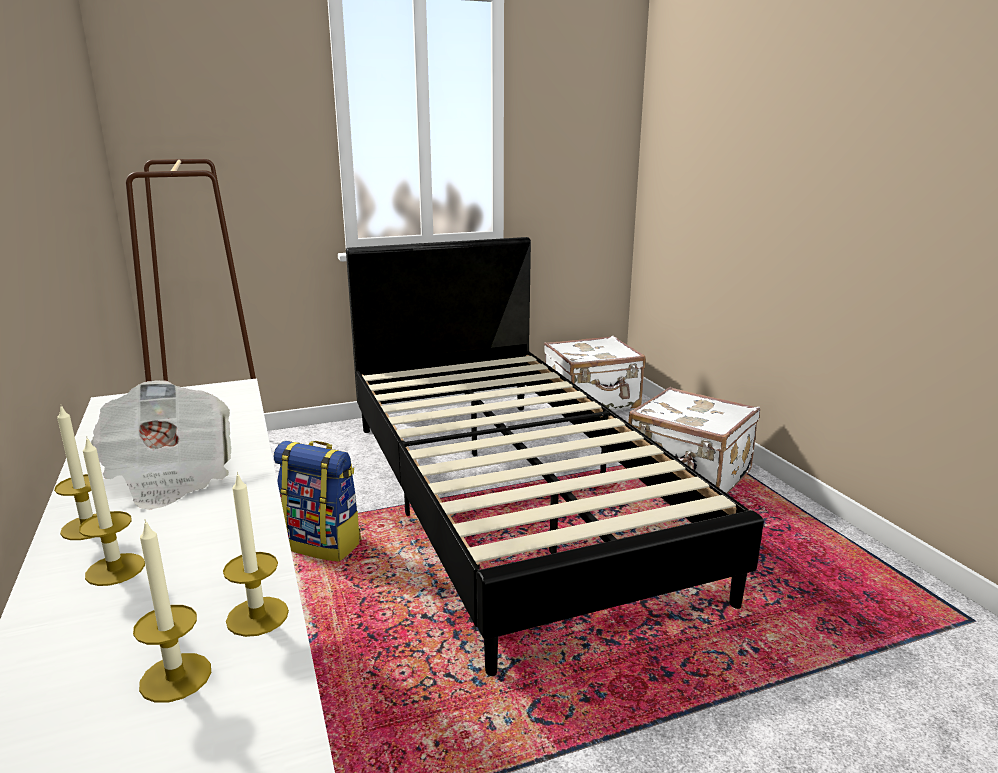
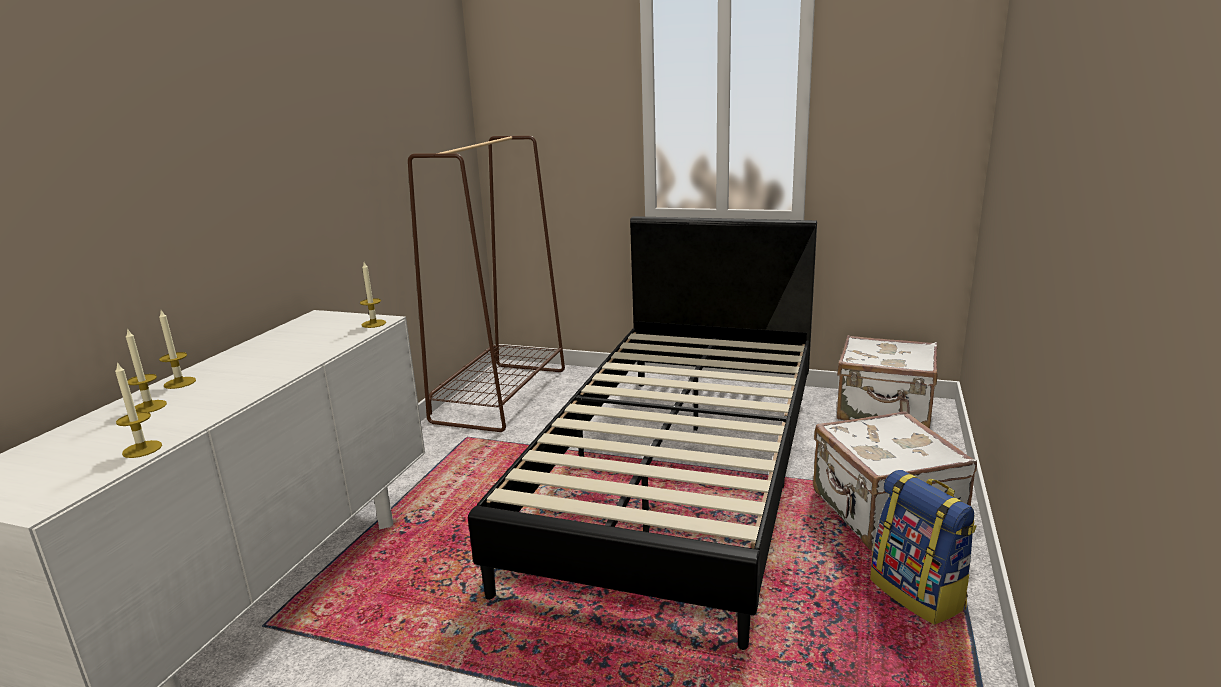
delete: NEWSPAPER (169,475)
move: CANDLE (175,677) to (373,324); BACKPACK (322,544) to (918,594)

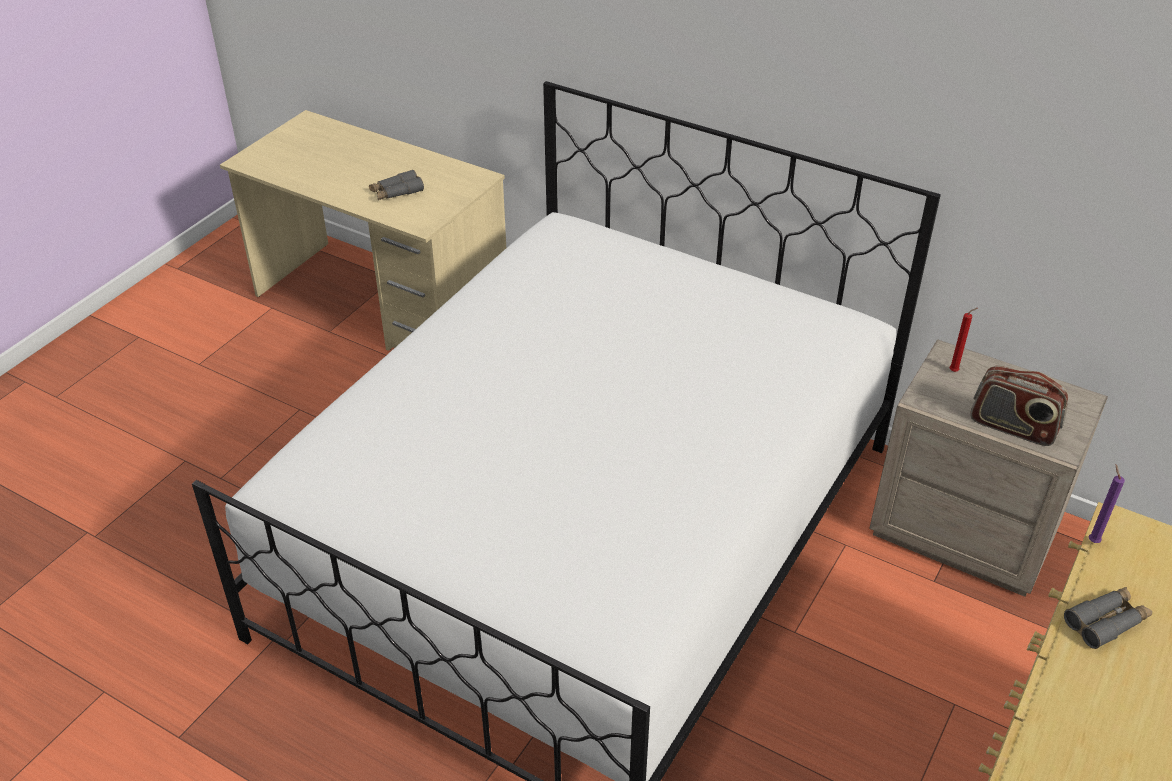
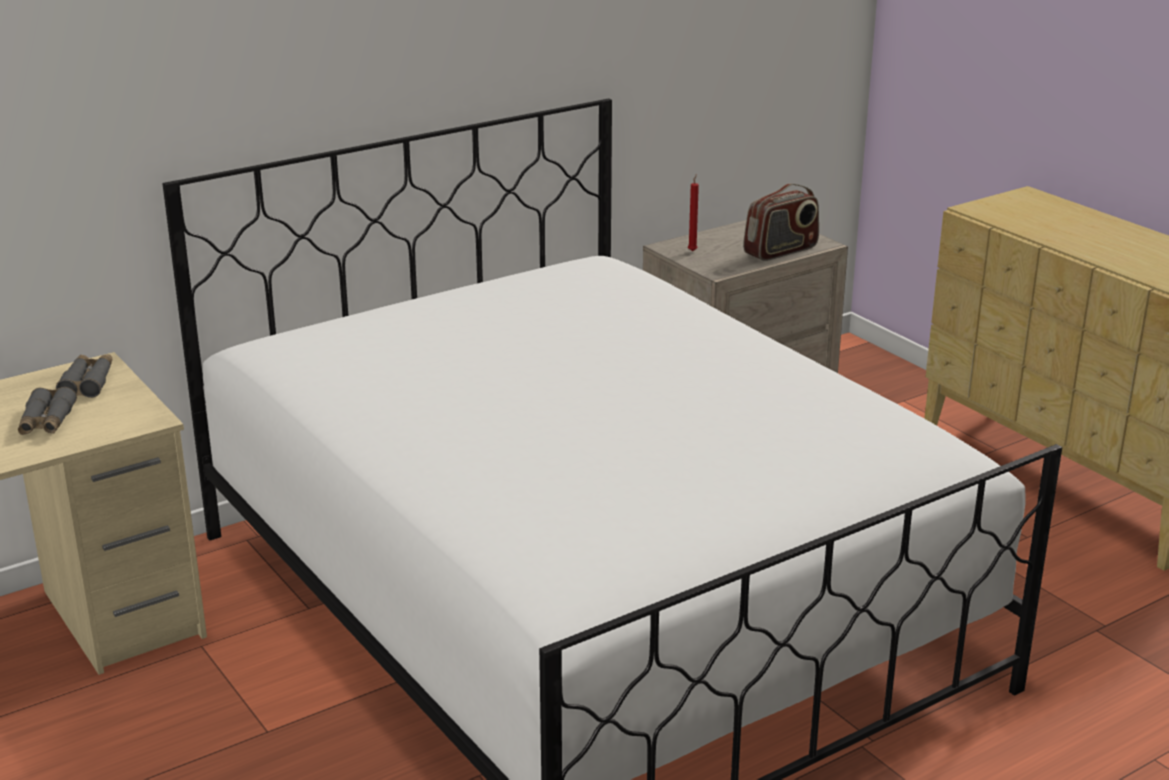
delete: PURPLE CANDLE (1092,540)
move: GREY BINOCULARS (1106,622) to (88,382)

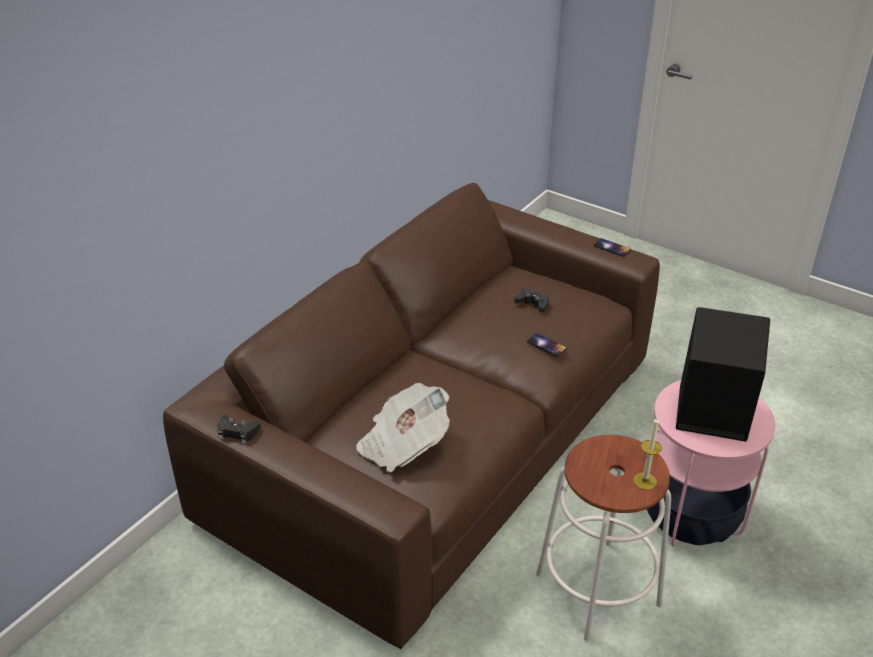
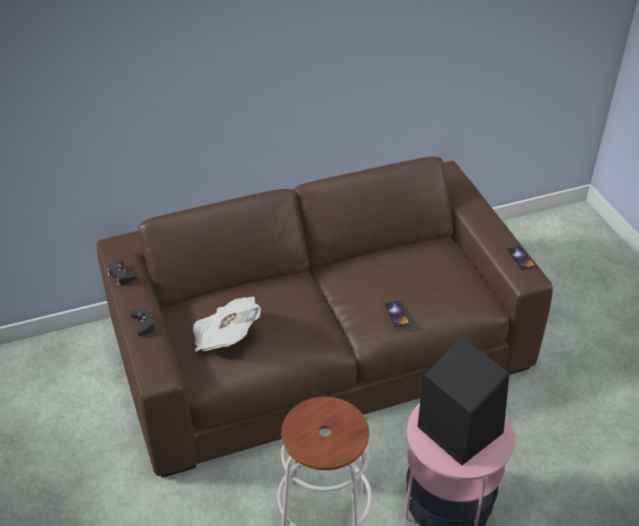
delete: CANDLE (645,481)
move: BLACK GAME CONTROLLER (533,304) to (144,324)

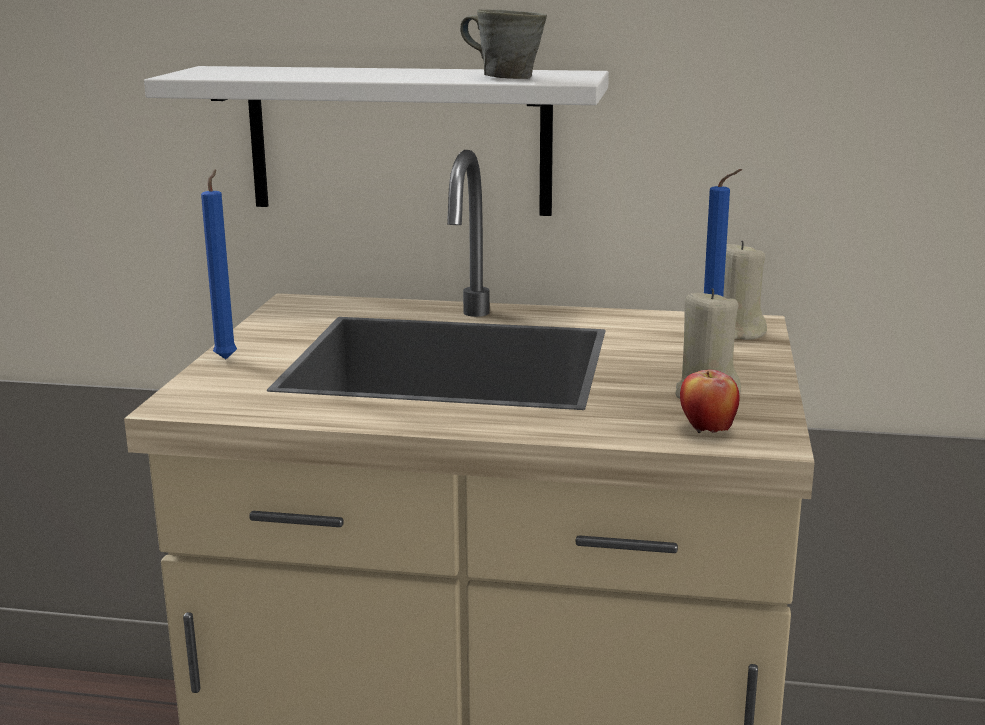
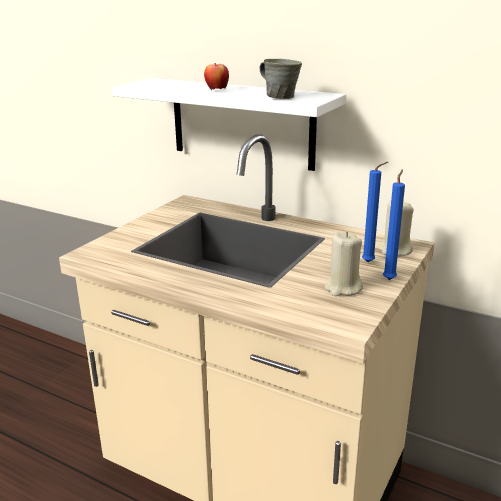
move: BLUE CANDLE (227,358) to (390,279); APPLE (707,430) to (217,90)

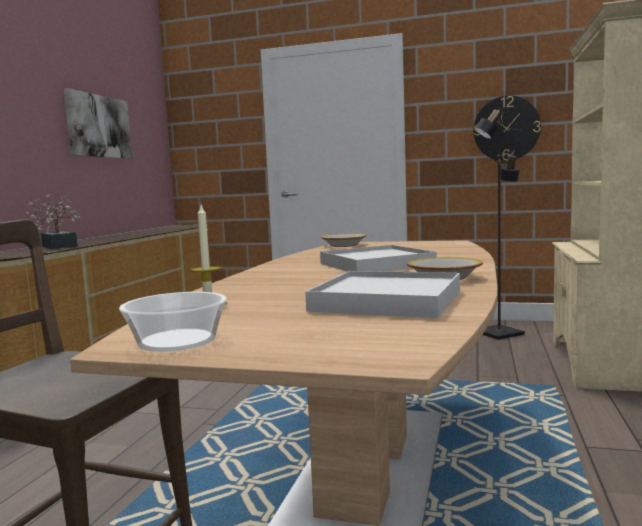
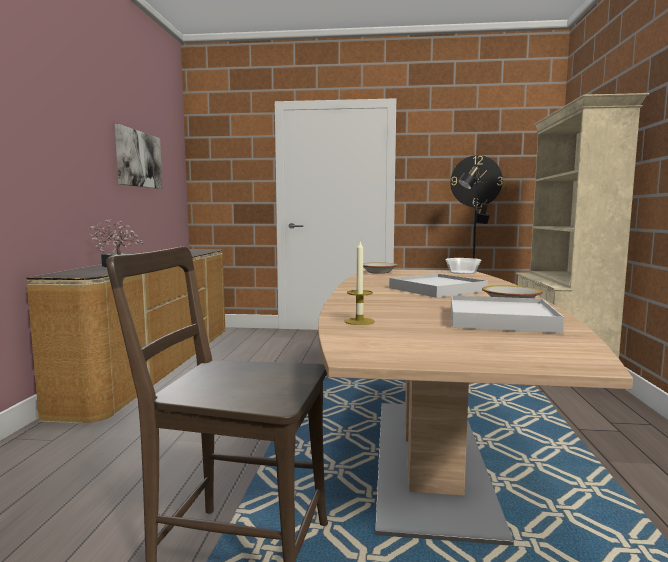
move: BOWL (178,341) to (463,272)

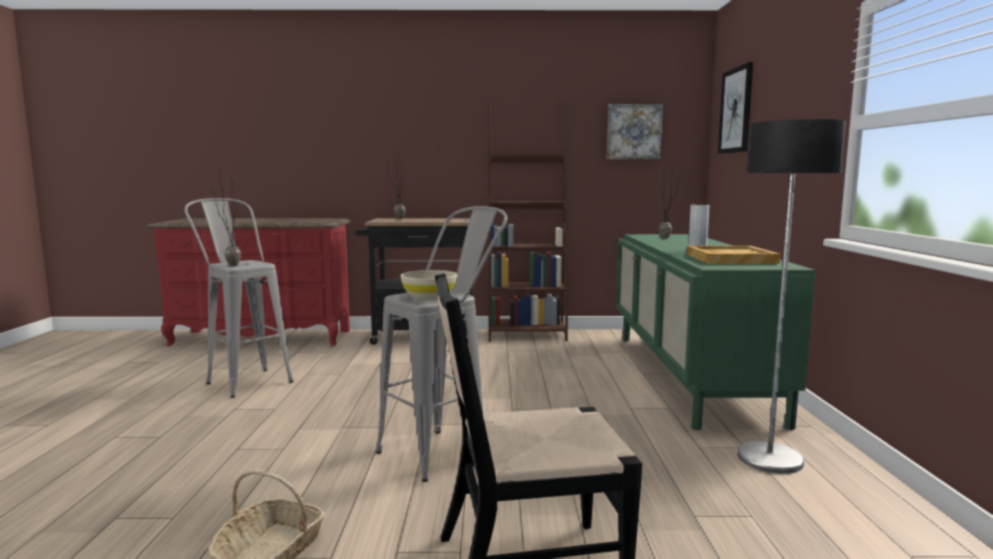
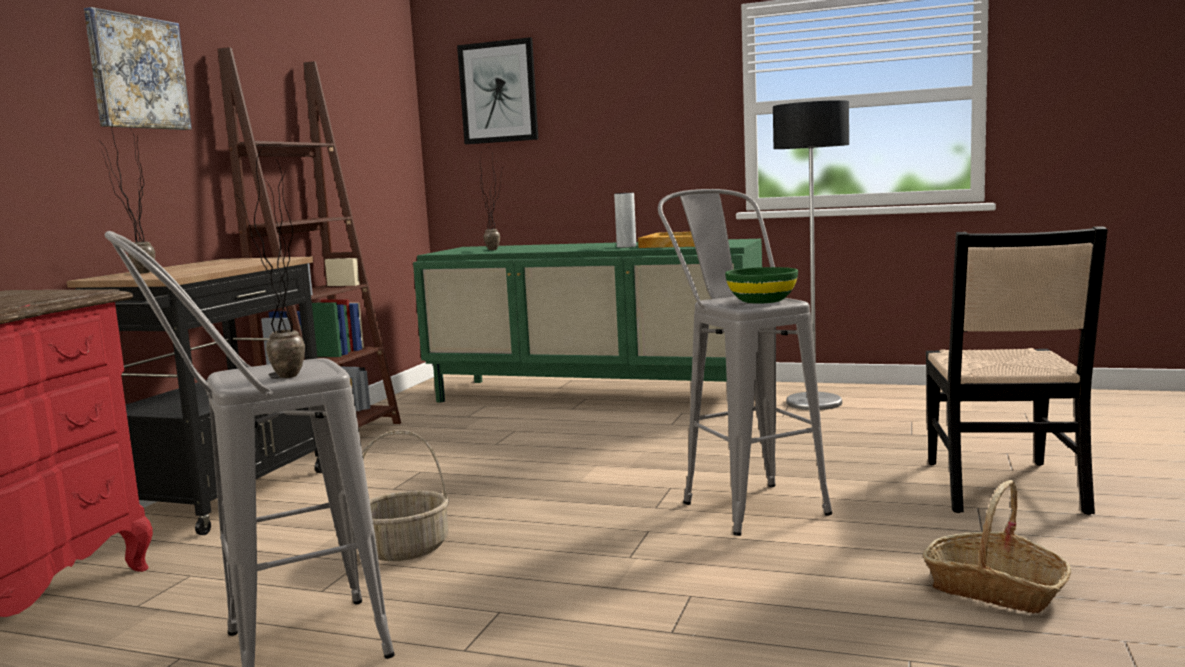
insert: BASKET (404,549)
move: PICTURE (634,132) to (137,73)
recolor: BEIGE BOWL (429,297) to GREEN BOWL (762,301)

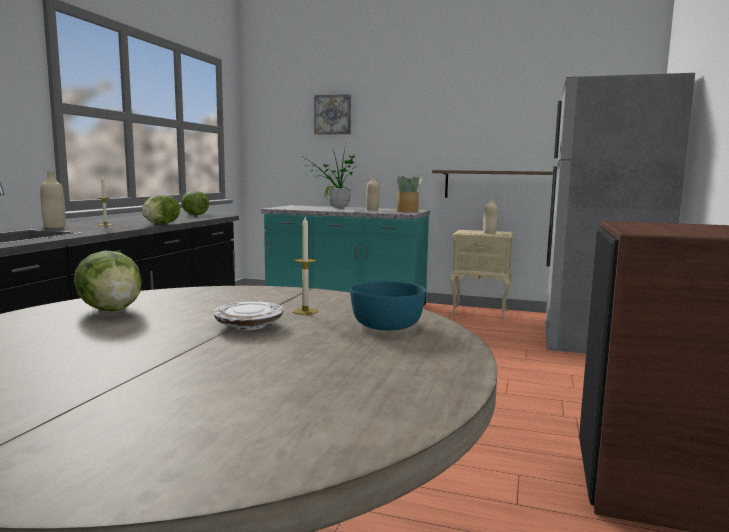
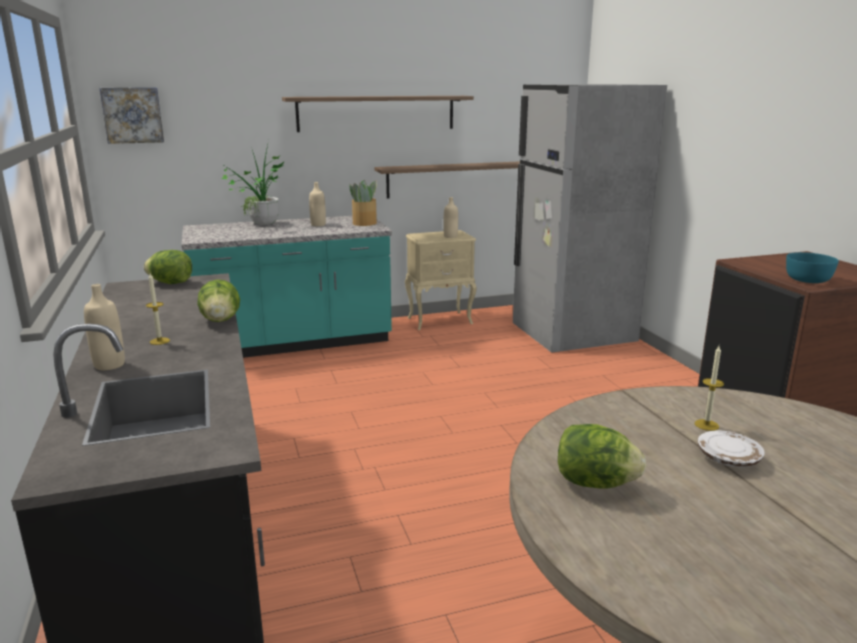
insert: SHELF (376,113)
move: PICTURE (333,114) to (132,115); TURQUOISE BOWL (385,325) to (808,280)

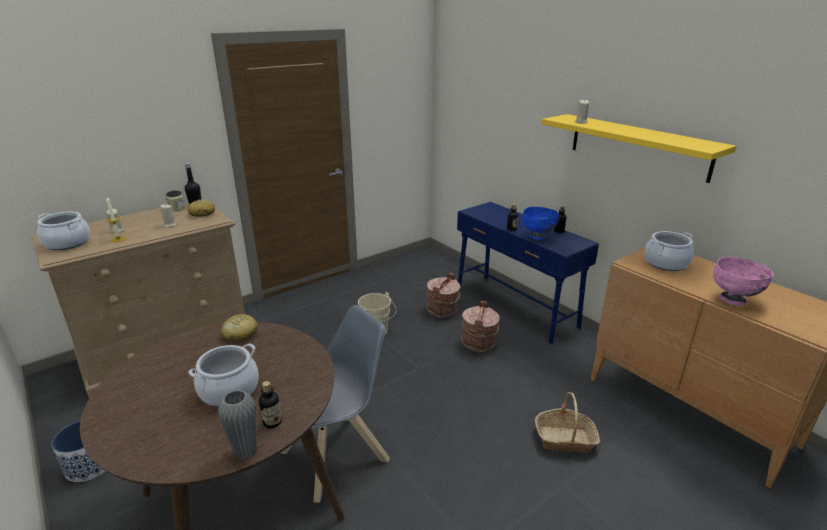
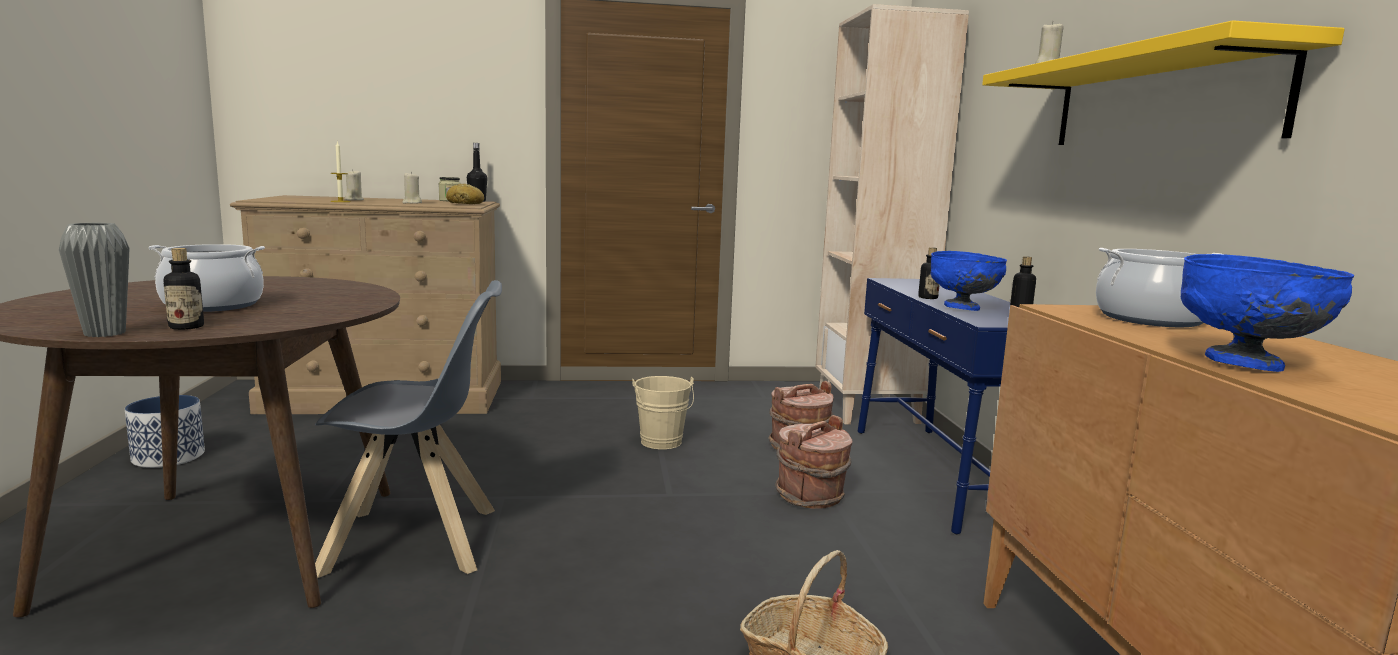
delete: COOKING POT (67,243); BREAD (240,334)
insert: BEIGE BOOKCASE (868,409)
recolor: PINK BOWL (733,300) to BLUE BOWL (1245,364)

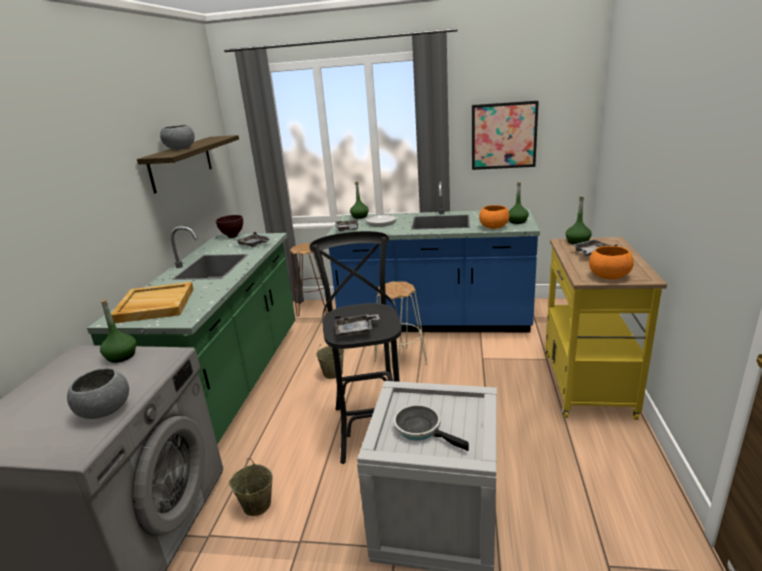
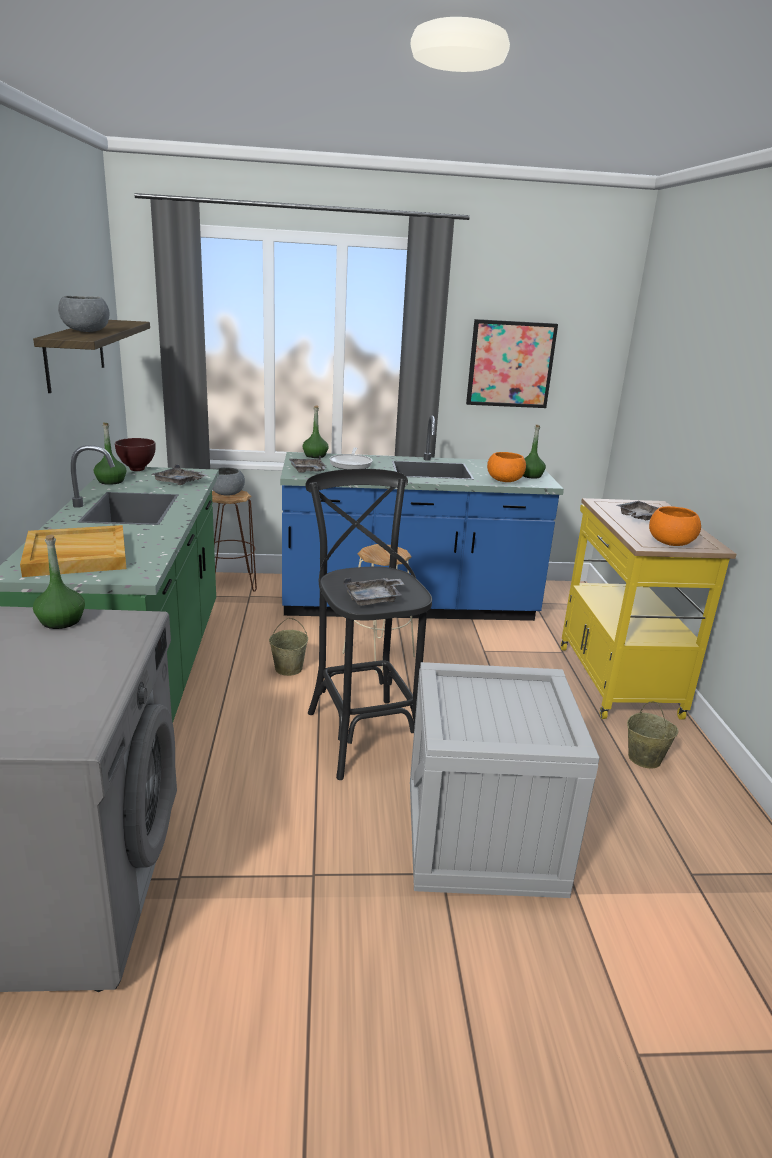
delete: FRYING PAN (421,429)
move: GREY BOWL (104,410) to (227,494); BEIGE BUCKET (256,505) to (643,758); GREEN BOTTLE (577,242) to (111,481)

